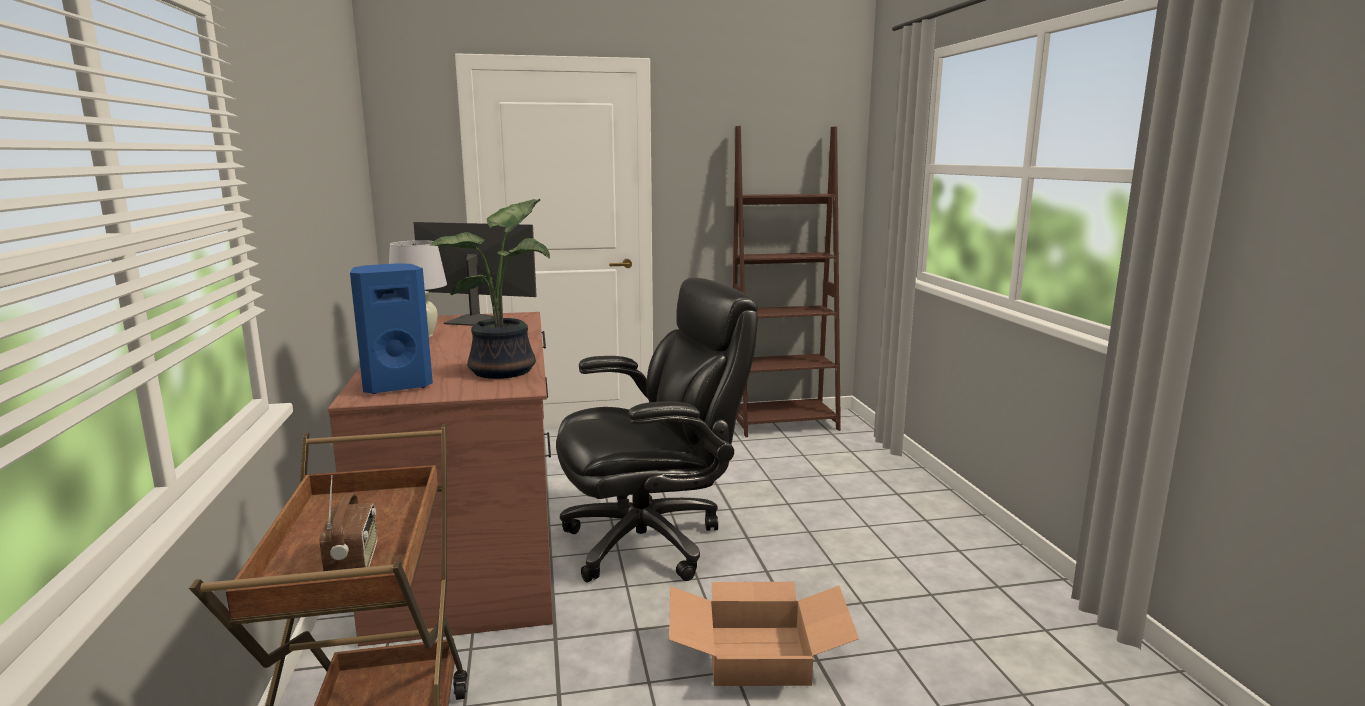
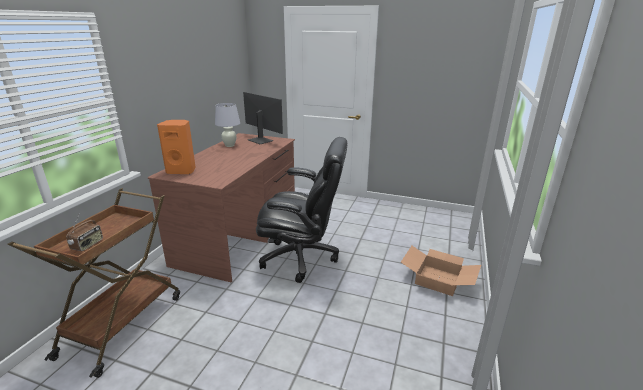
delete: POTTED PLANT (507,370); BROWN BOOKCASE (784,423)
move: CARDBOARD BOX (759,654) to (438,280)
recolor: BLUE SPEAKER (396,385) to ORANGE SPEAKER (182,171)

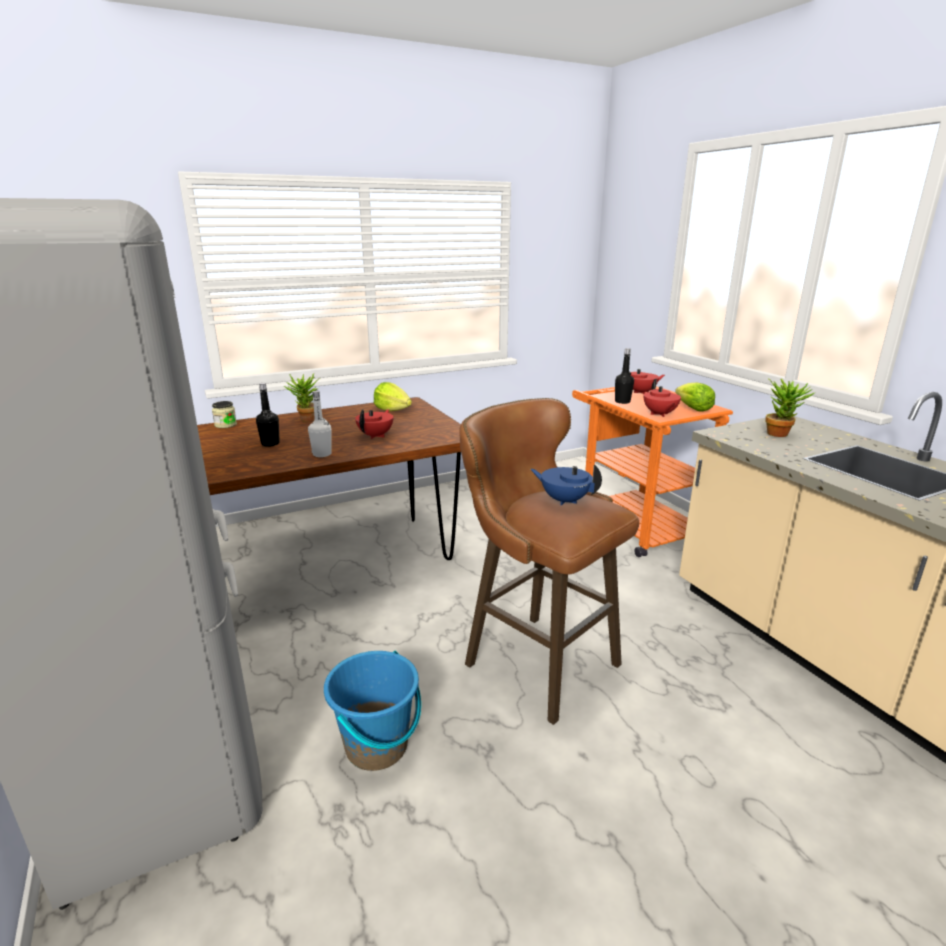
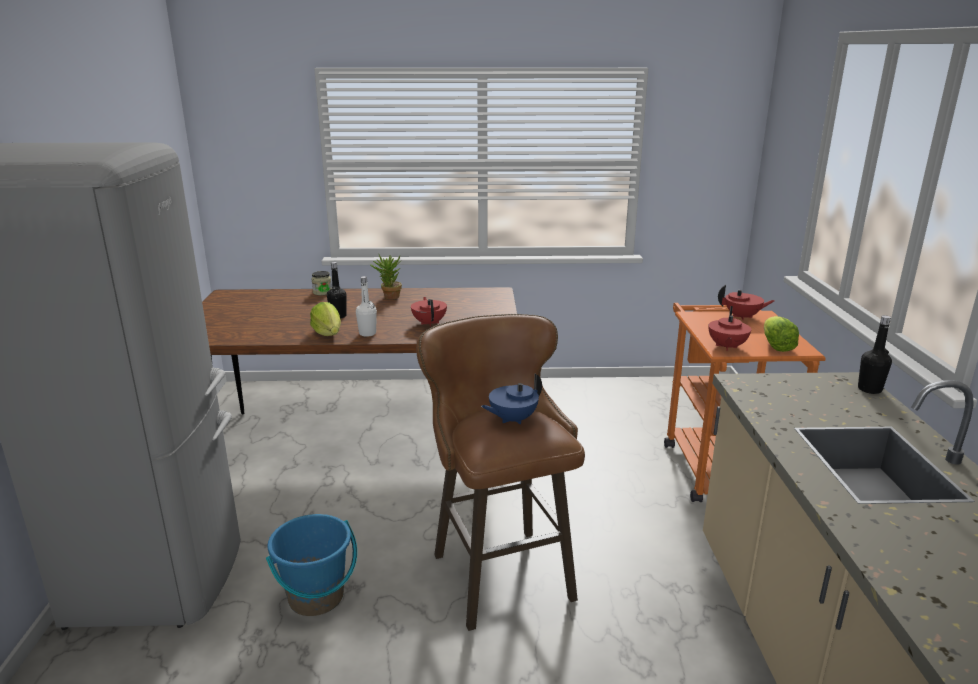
delete: POTTED PLANT (781,433)
move: LETTUCE (392,410) to (328,334); BLACK BOTTLE (622,402) to (869,389)
rotate: RED TEAPOT (376,436) = (429,323) 60 degrees counterclockwise; BLUE TEAPOT (564,500) = (512,419) 90 degrees counterclockwise

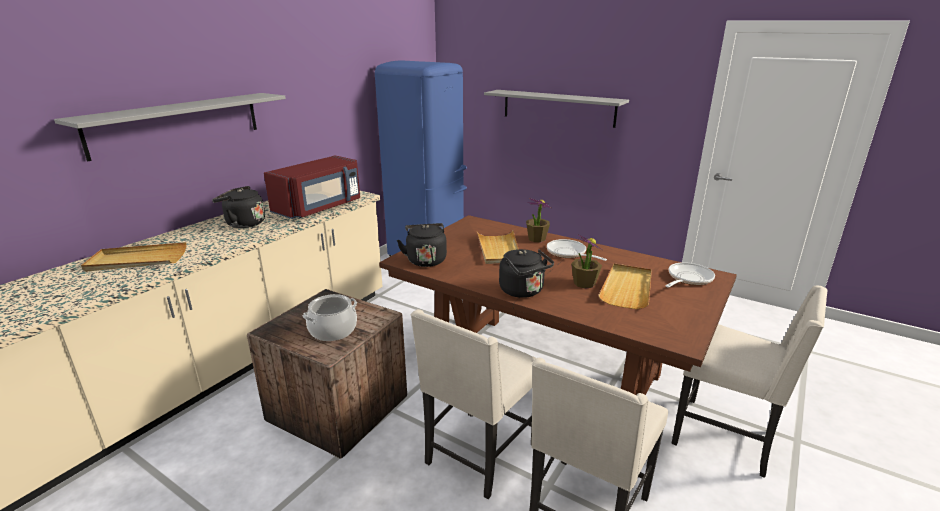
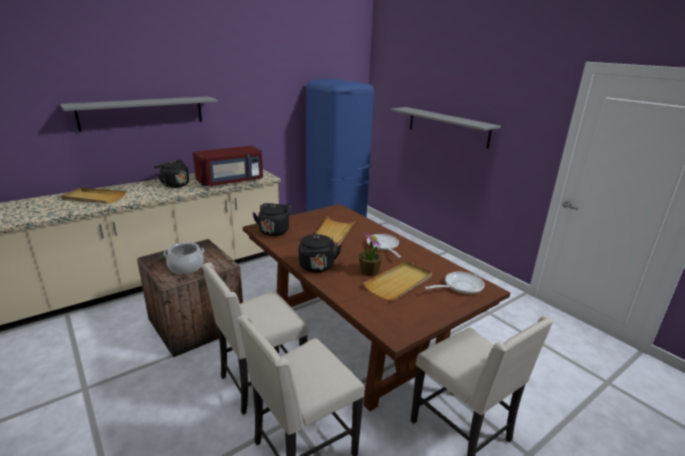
delete: POTTED PLANT (536,239)

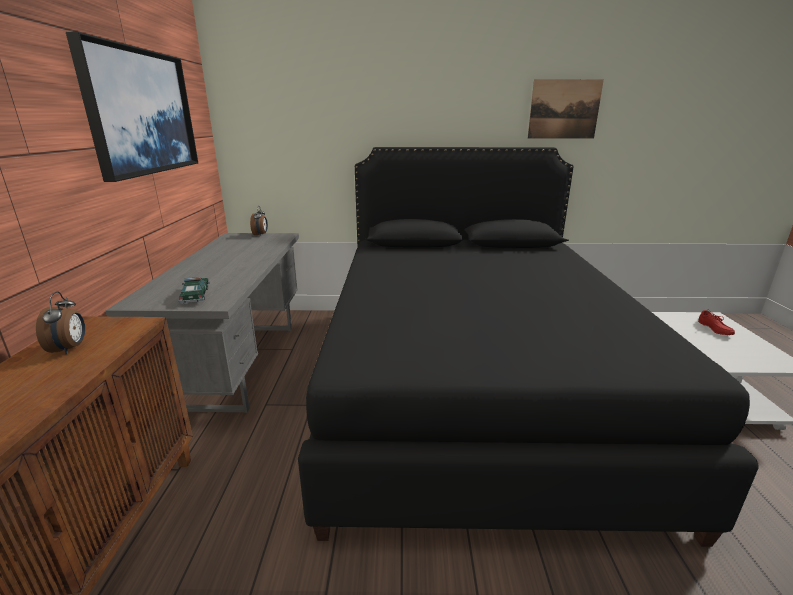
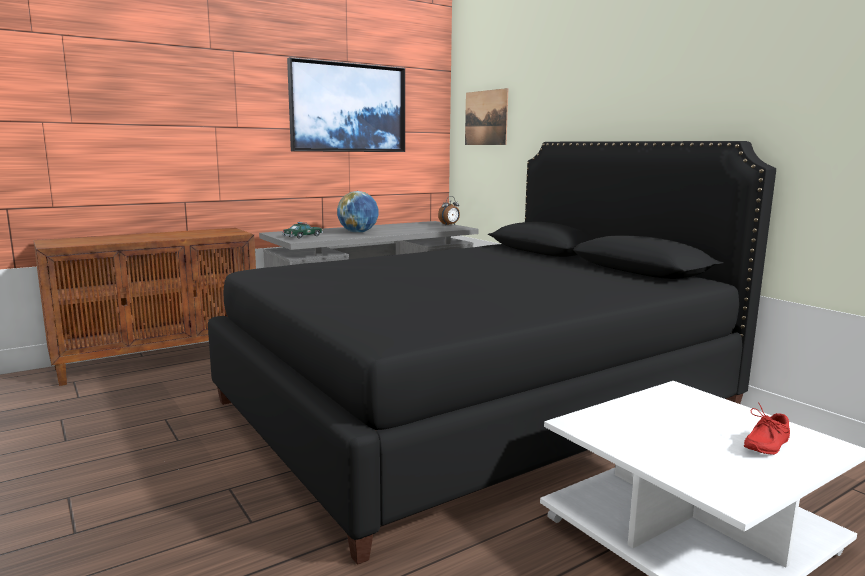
delete: ALARM CLOCK (70,348)
insert: GLOBE (358,232)
move: PICTURE (564,109) to (486,118)

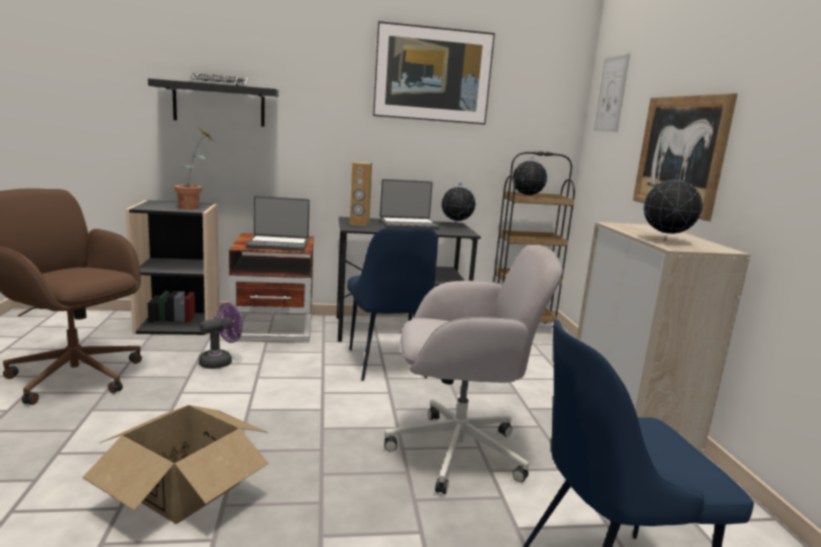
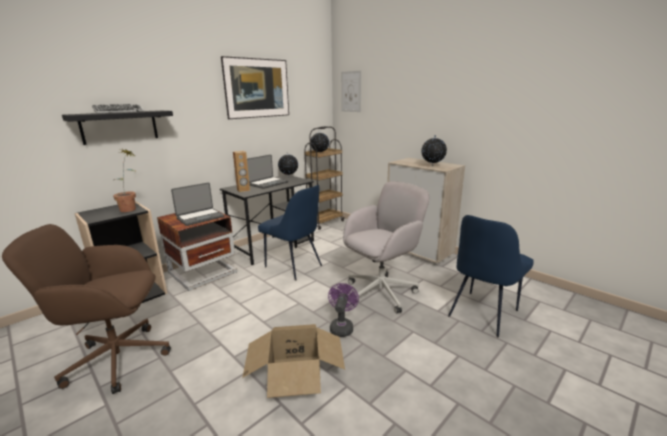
delete: PICTURE (680,154)
move: PURPLE FAN (220,361) to (342,327)

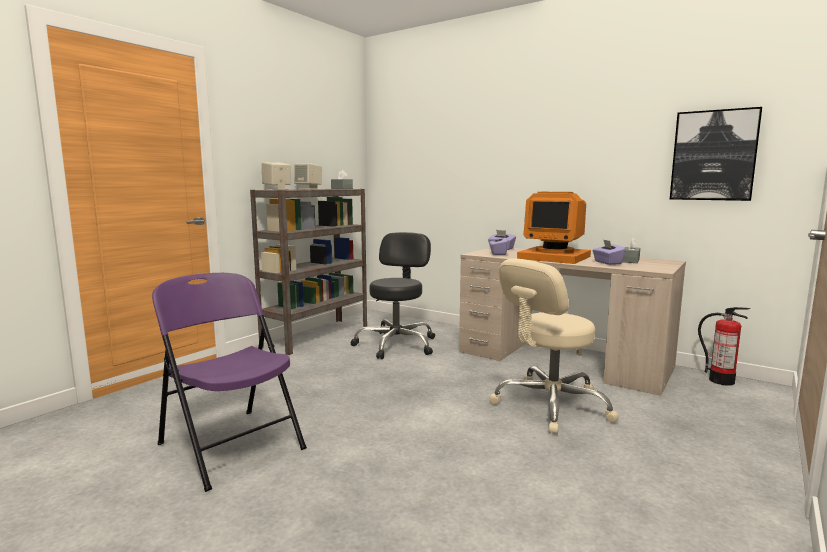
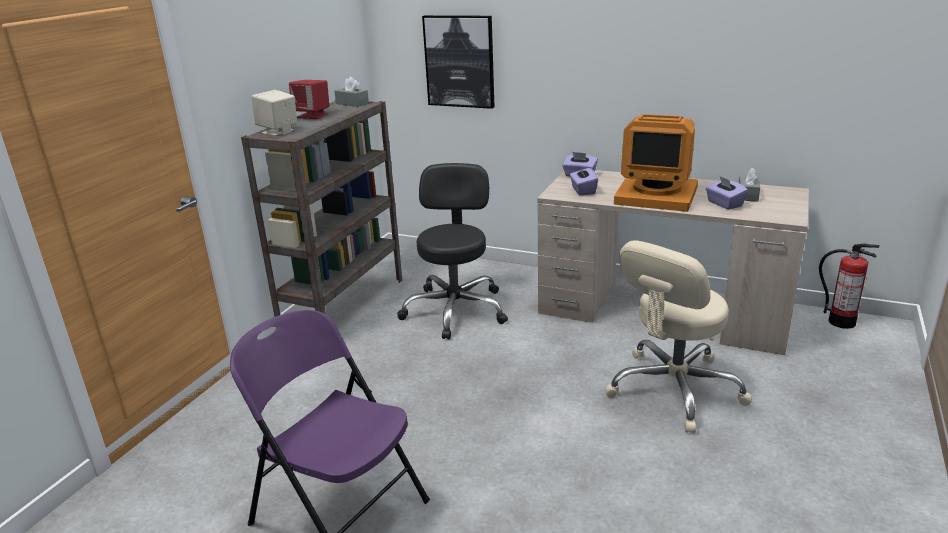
move: PICTURE (713,155) to (459,61)
recolor: BEIGE SPEAKER (309,189) to RED SPEAKER (313,115)

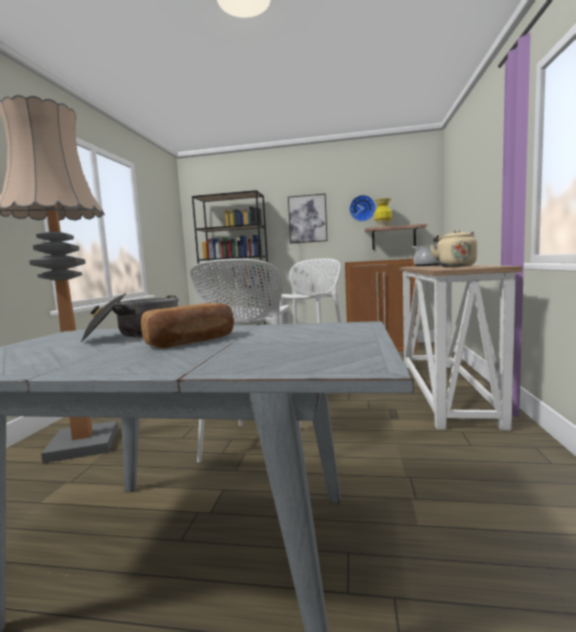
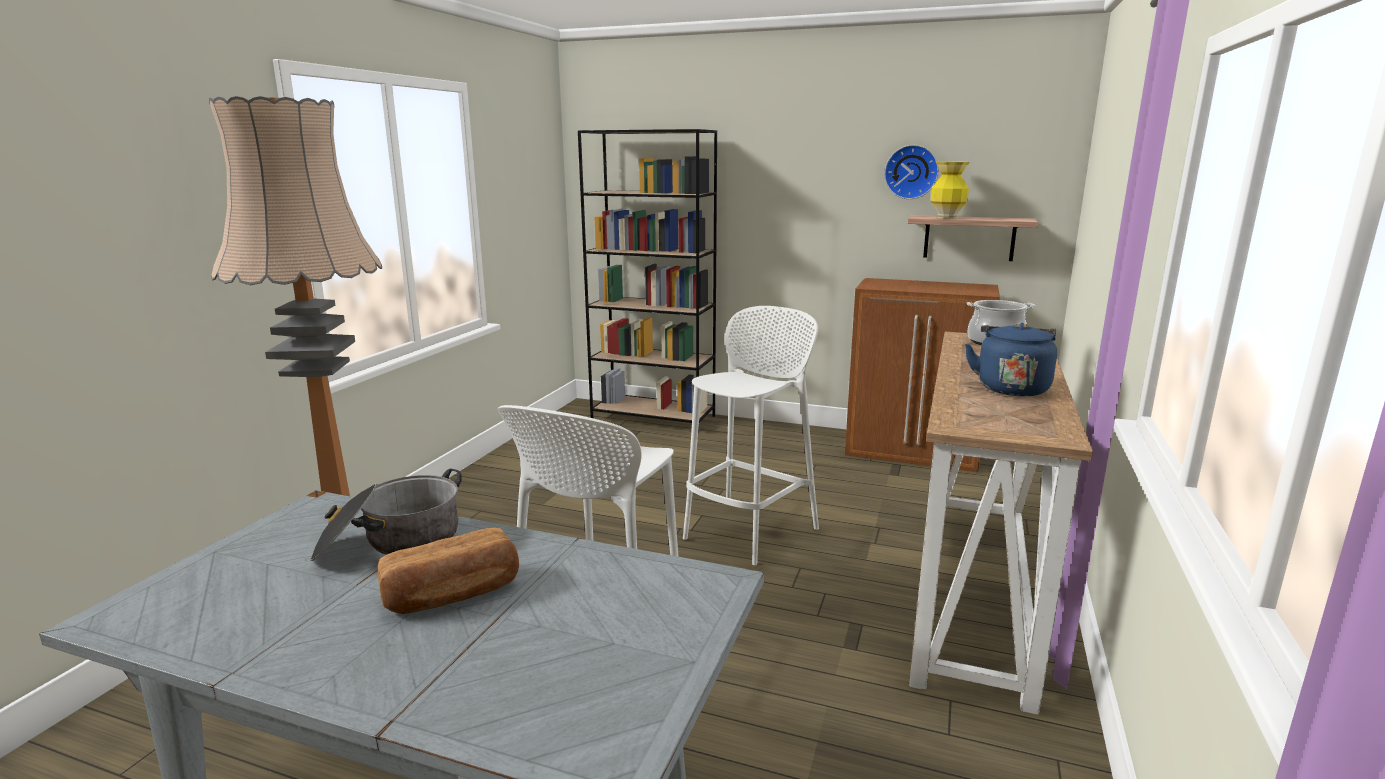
delete: PICTURE (307,219)
recolor: BEIGE KETTLE (454,266) to BLUE KETTLE (1011,388)

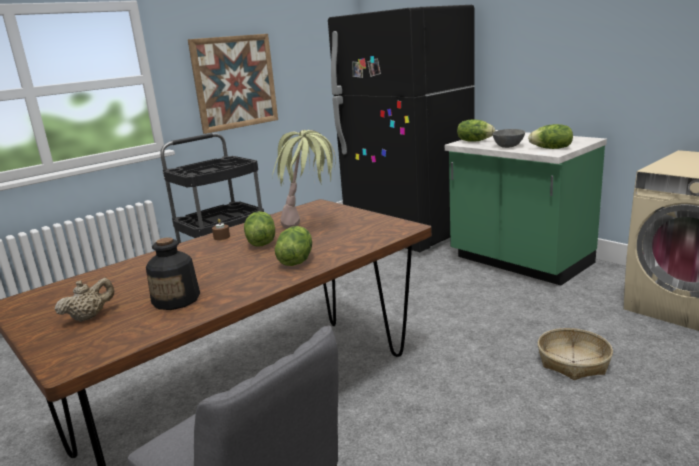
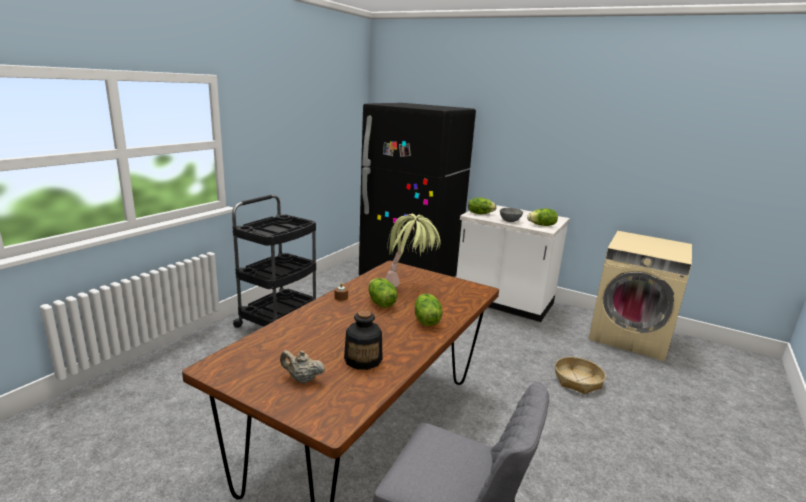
delete: PICTURE (235,82)
recolor: GREEN COUNTER (520,262) to WHITE COUNTER (503,303)
rotate: BEIGE TEAPOT (89,317) = (302,379) 105 degrees counterclockwise

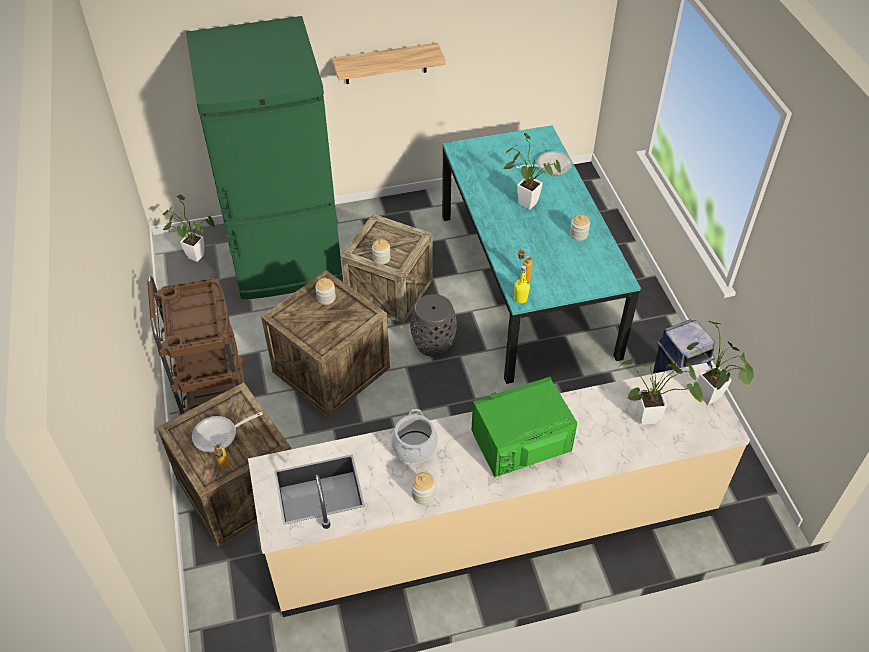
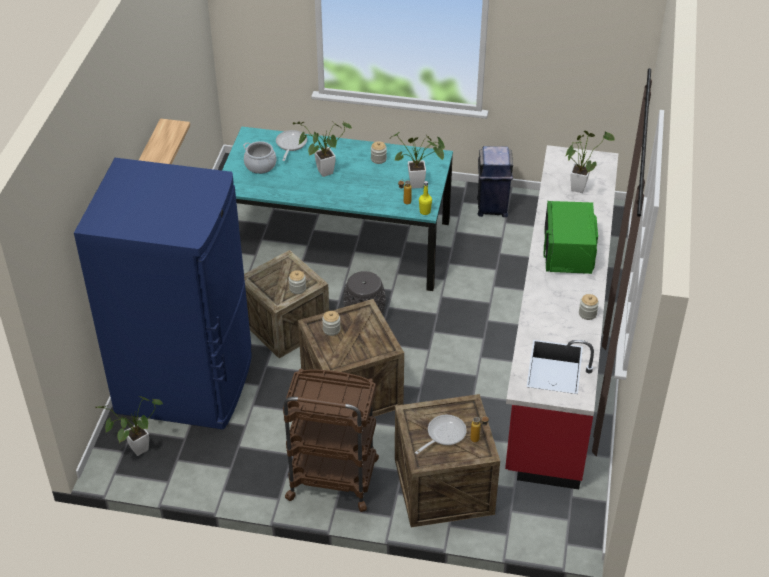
move: COOKING POT (415,447) to (260,165); POTTED PLANT (711,400) to (420,184)
recolor: GREEN FRIDGE (285,254) to BLUE FRIDGE (187,382); BEIGE COUNTER (493,524) to RED COUNTER (557,344)
rotate: FRYING PAN (219,435) = (443,434) 135 degrees counterclockwise

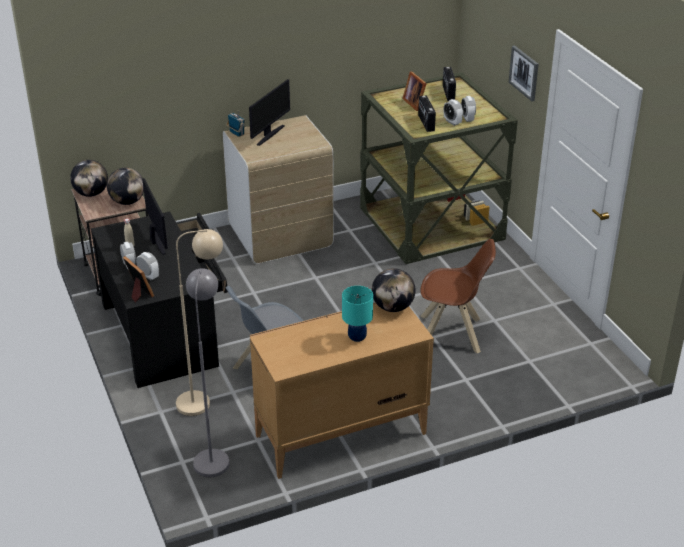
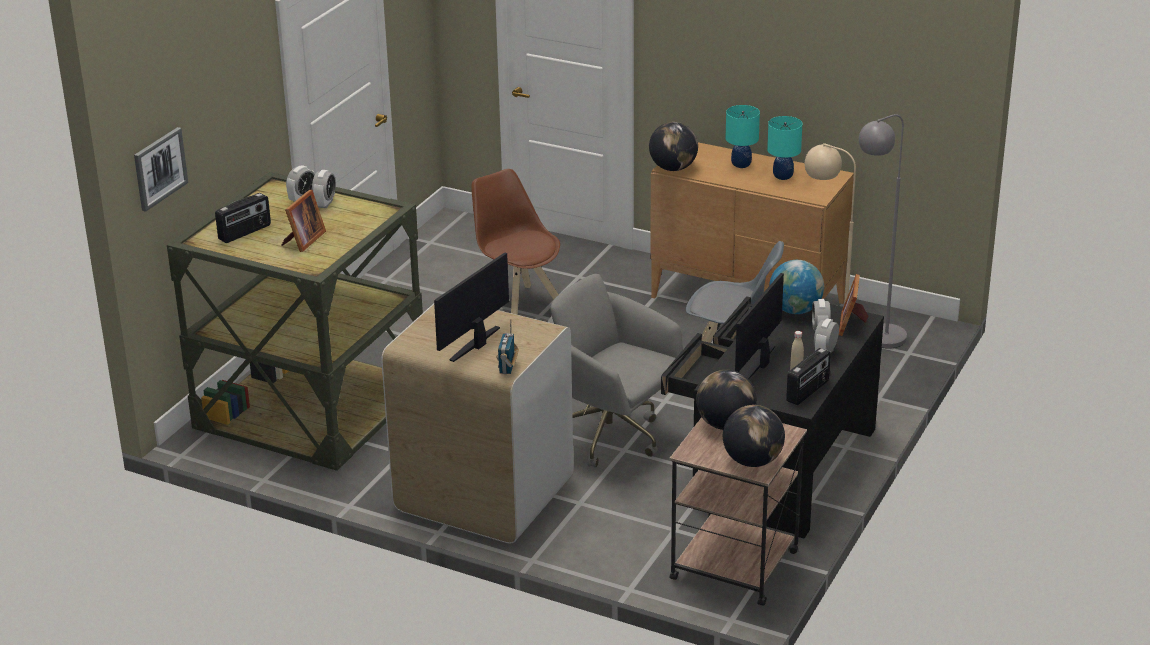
insert: GREY OFFICE CHAIR (613,439); TURQUOISE TABLE LAMP (782,177); GLOBE (795,310)
move: RADIO (425,123) to (808,391); PICTURE (524,73) to (159,168)
rotate: MONITOR (269,135) = (477,344) 45 degrees counterclockwise

